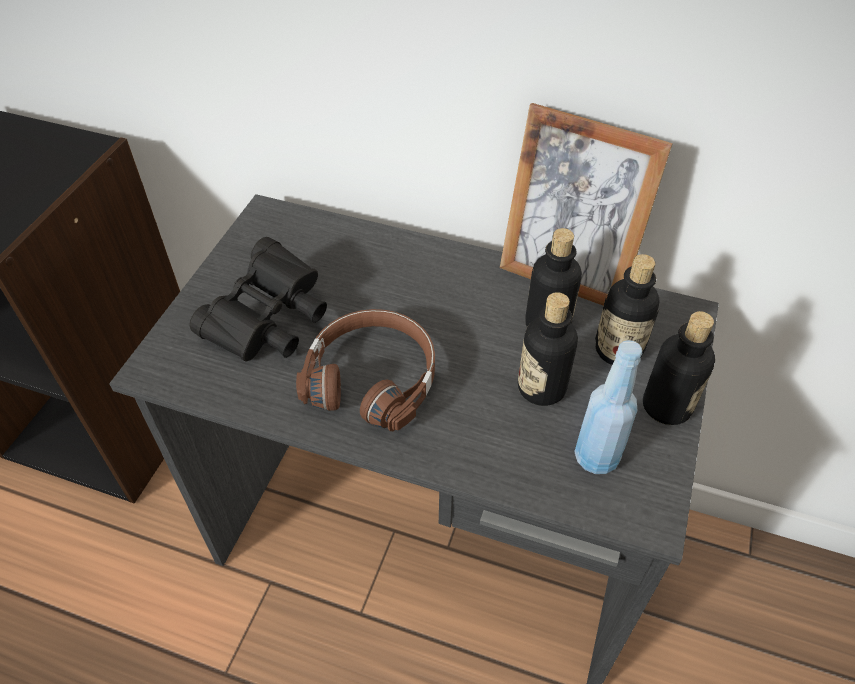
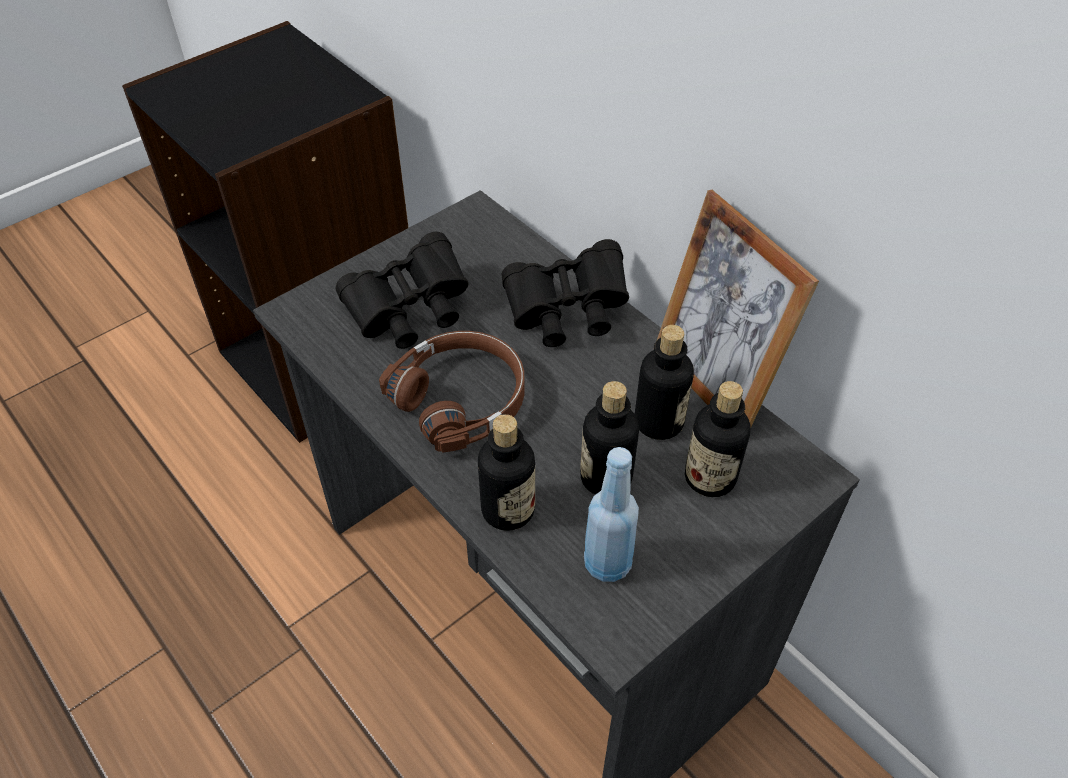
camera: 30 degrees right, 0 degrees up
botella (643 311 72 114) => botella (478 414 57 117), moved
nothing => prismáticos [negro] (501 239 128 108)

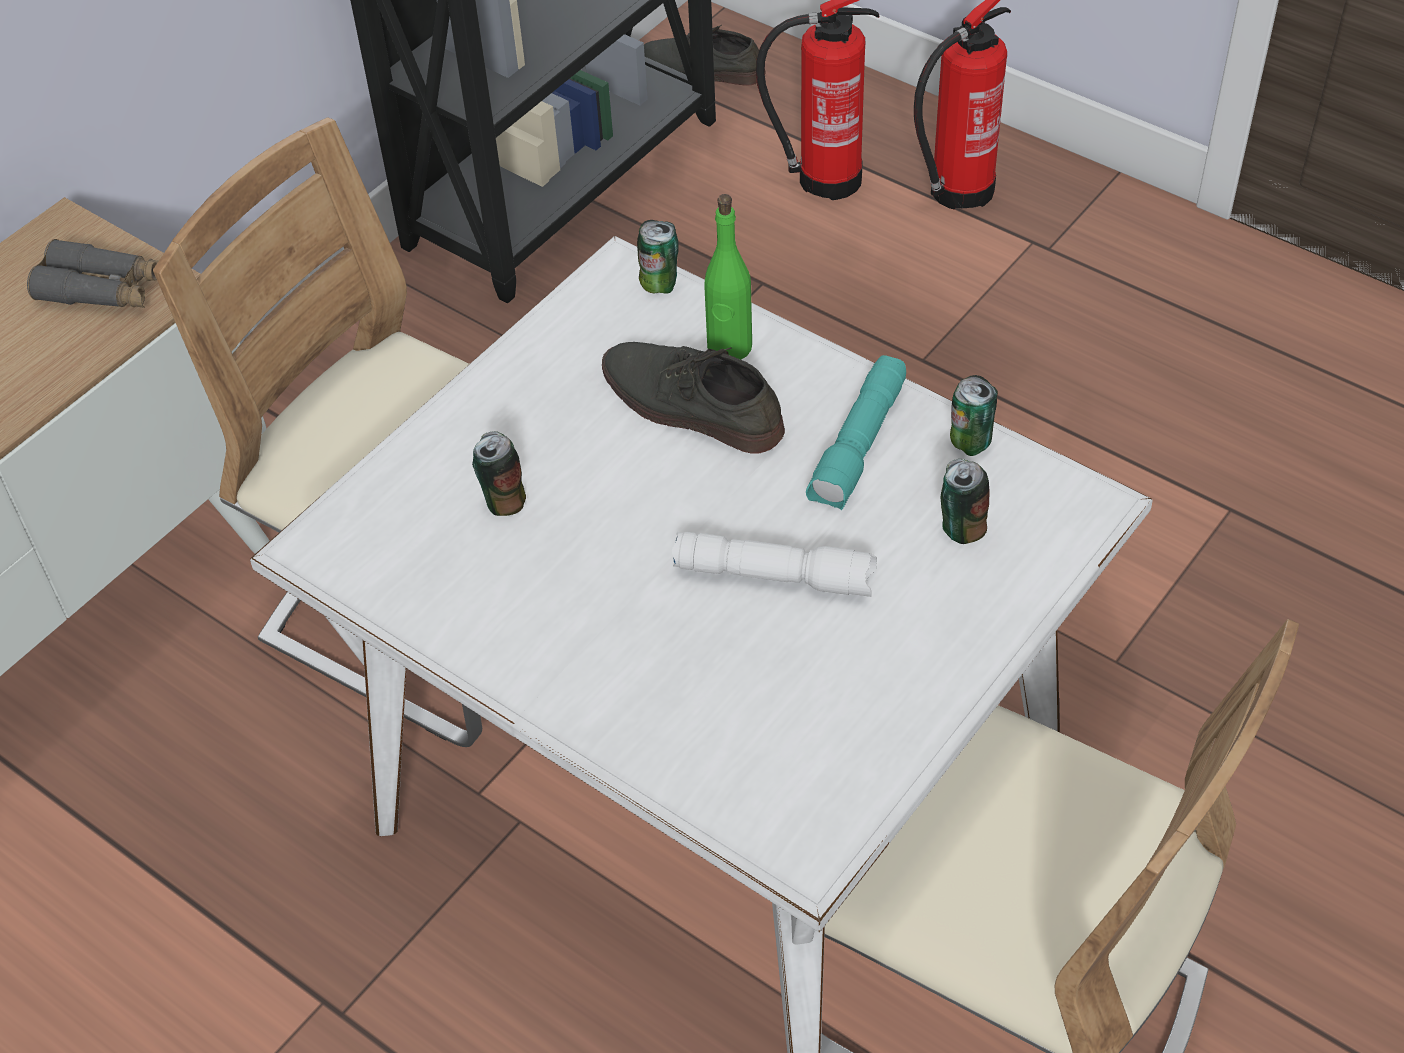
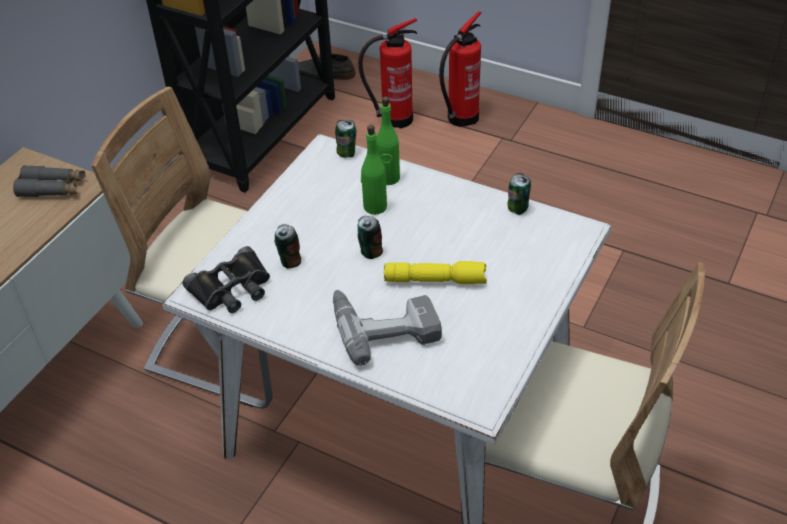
camera: 10 degrees left, 5 degrees down
nothing => prismáticos [negro] (183 246 87 67)
nothing => taladro (333 290 109 76)
lata (941 459 49 85) => lata (357 216 26 43), moved
zapato [gris] (602 342 183 112) => botella [verde] (361 125 26 90)
linterna [blanco] (672 532 205 65) => linterna [amarillo] (384 261 103 23)
linterna [turquesa] (806 355 100 155) => nothing

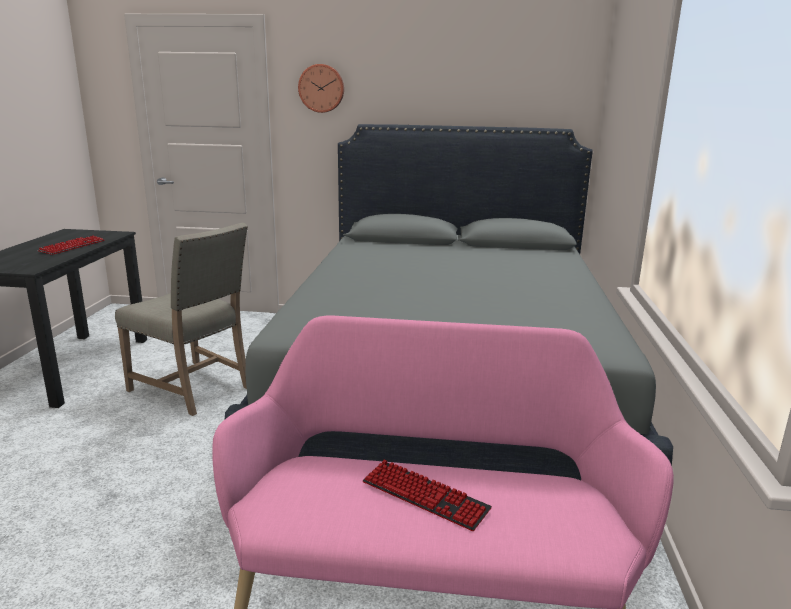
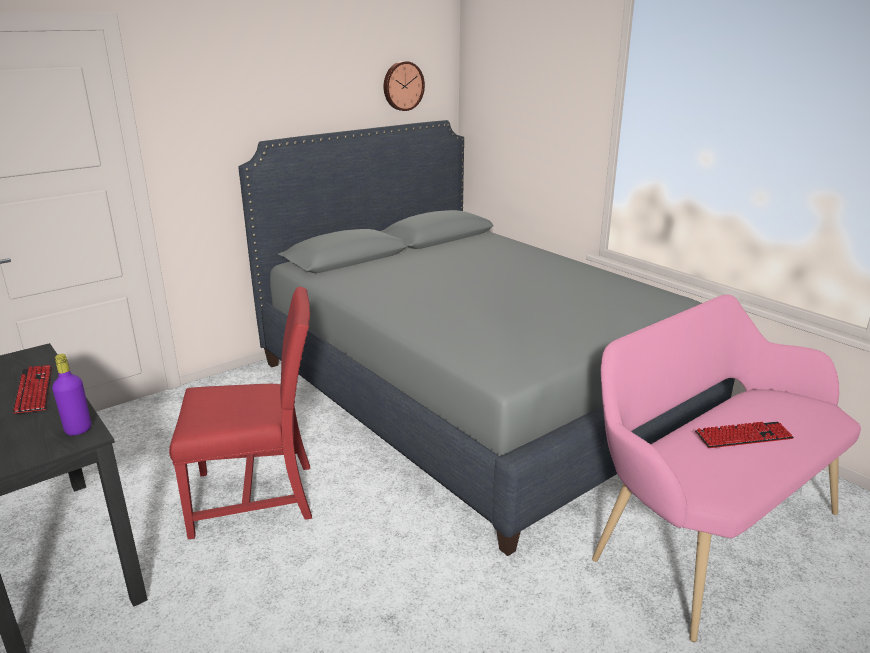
camera: 45 degrees left, 5 degrees up
nothing => botella [morado] (52 354 39 82)
silla [beis] (115 223 133 193) => silla [rojo] (169 287 143 252)
reloj de pared (298 64 46 49) => reloj de pared (384 61 41 50), moved

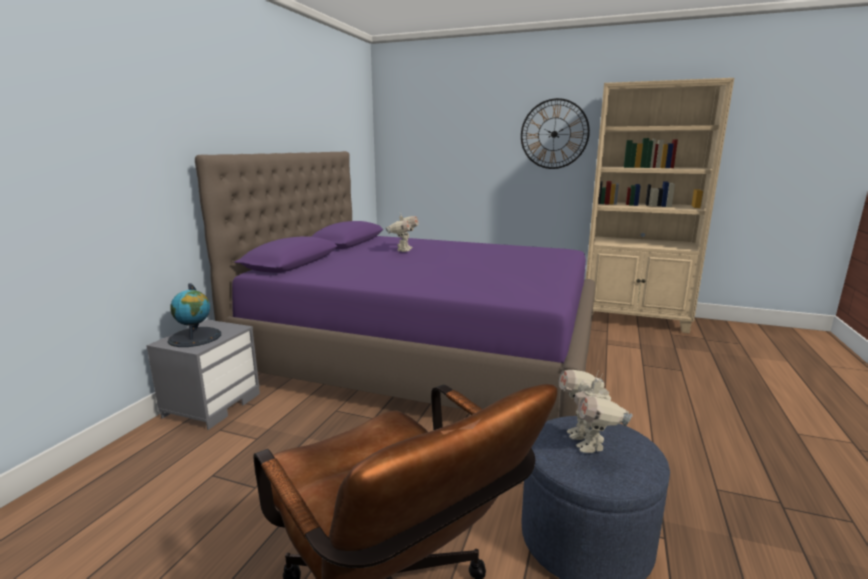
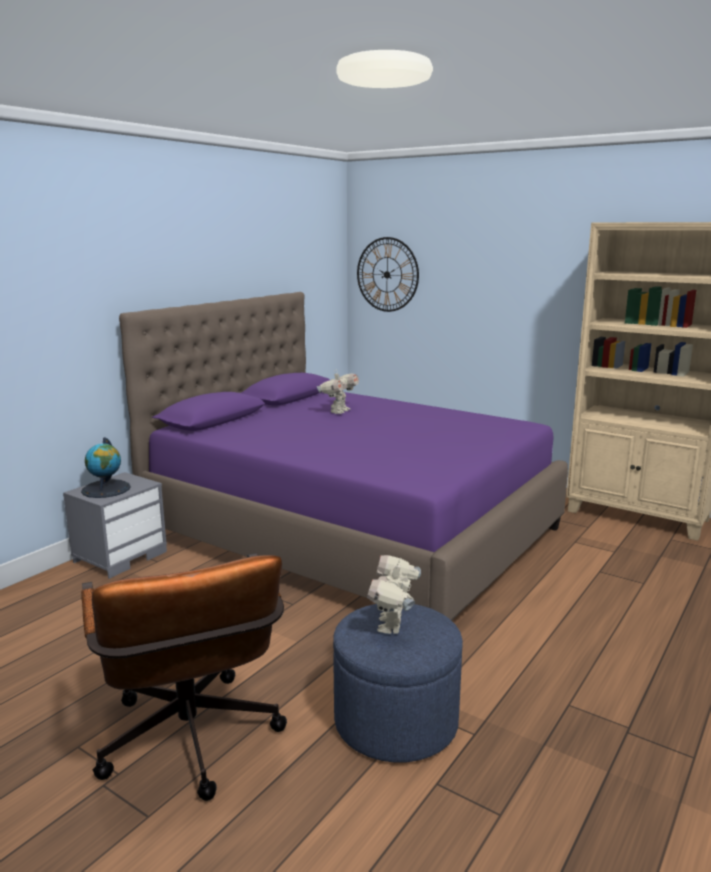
camera: 15 degrees right, 0 degrees up
reloj de pared (521 98 69 71) => reloj de pared (357 237 62 75), moved

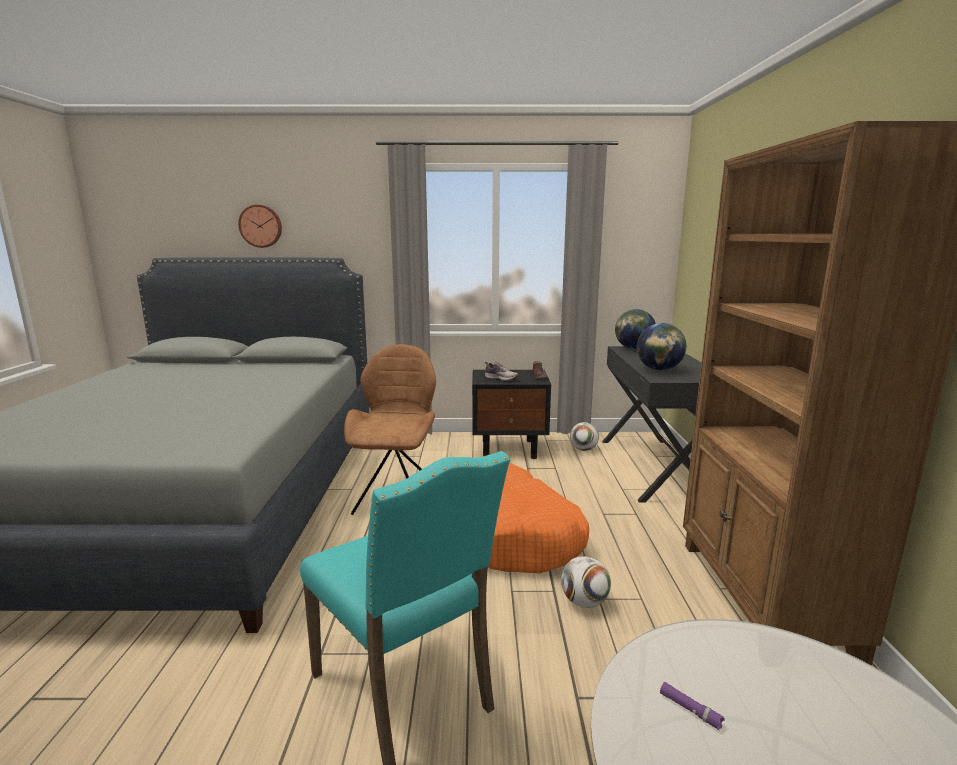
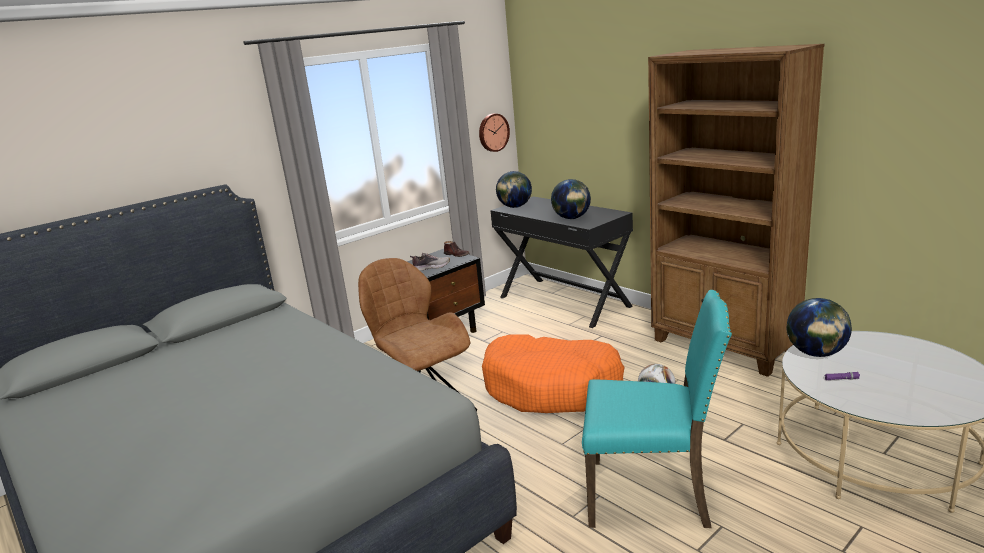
camera: 40 degrees left, 5 degrees up
reloj de pared (238 205 44 43) => reloj de pared (479 114 31 38), moved
nothing => globo terráqueo (786 298 66 59)
balón de fútbol (570 422 29 29) => nothing

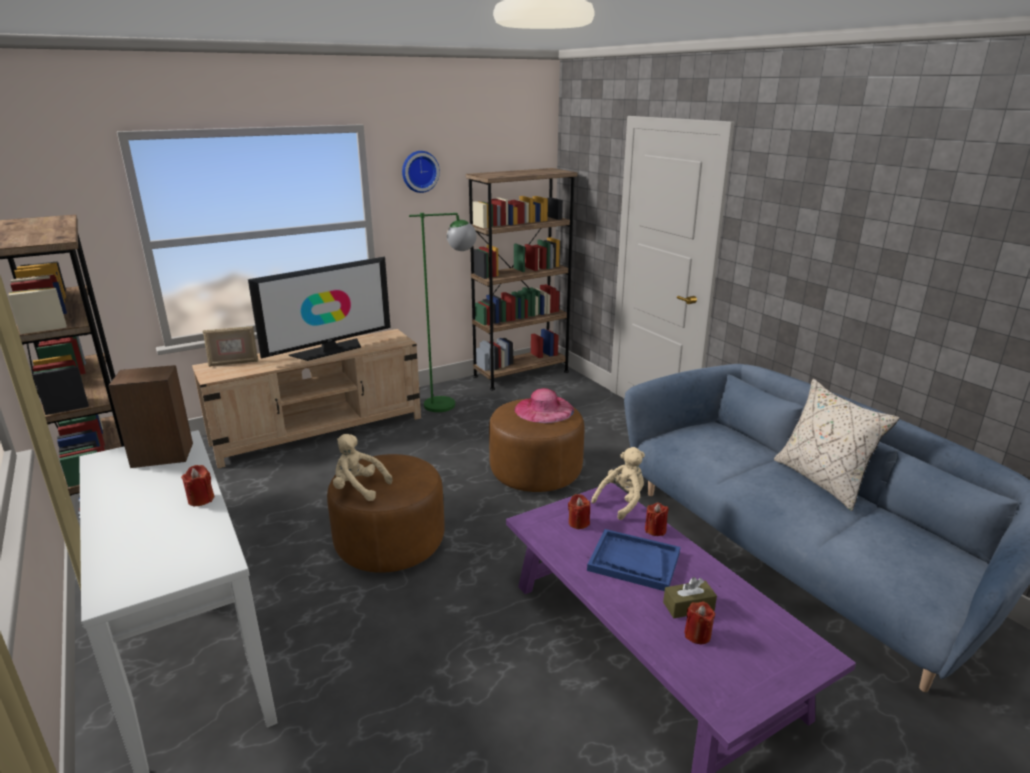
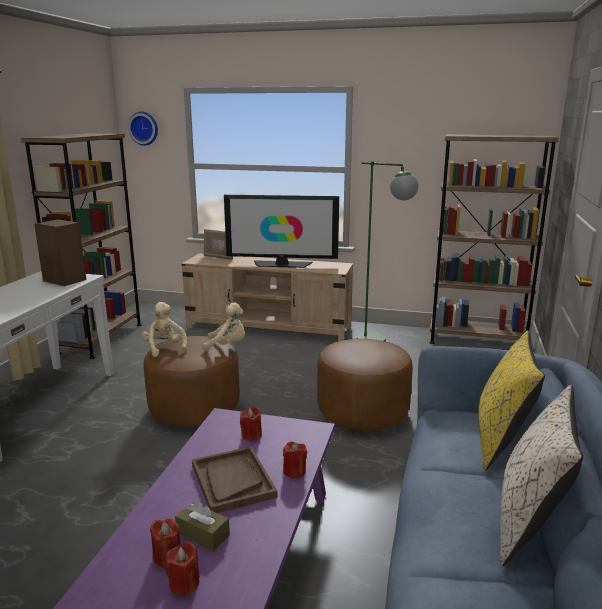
camera: 45 degrees right, 5 degrees down
reloj de pared (402 151 38 42) => reloj de pared (128 112 30 34), moved
vela [rojo] (181 465 33 41) => vela [rojo] (165 542 35 53), moved
bandeja [azul] (587 529 93 62) => bandeja [marrón] (192 446 85 67)
peluche [beis] (591 447 54 73) => peluche [beis] (203 303 42 48), moved
nothing => cojín [amarillo] (478 330 67 141)
sombrero [rosa] (514 388 60 35) => nothing

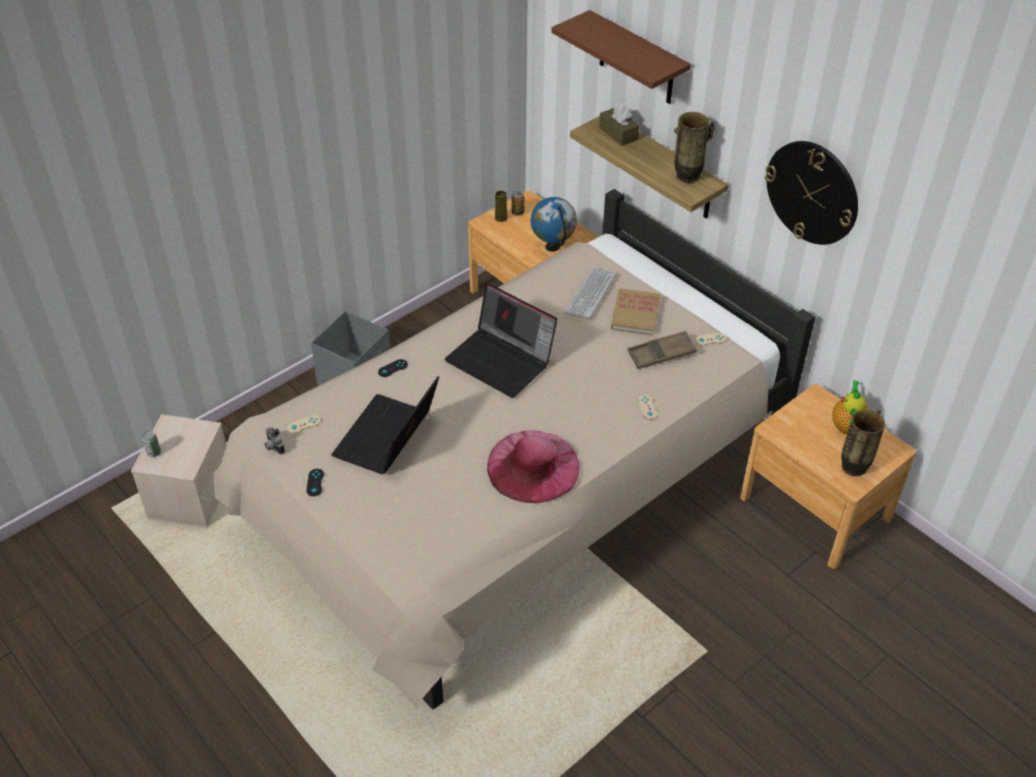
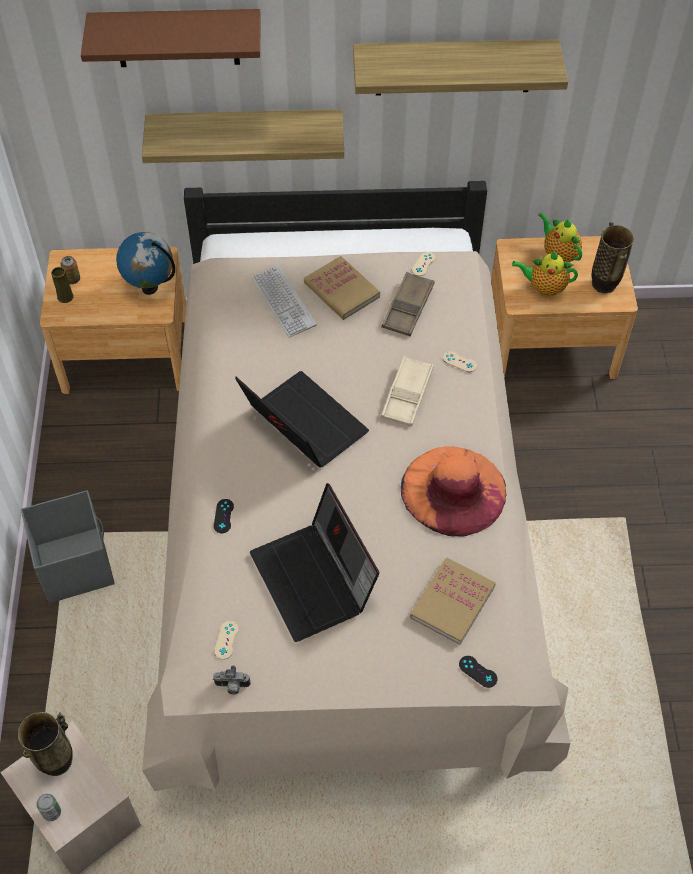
camera: 50 degrees left, 10 degrees up
florero (674 112 41 71) => florero (18 712 55 64), moved
portátil (445 283 112 115) => portátil (235 371 134 97), 120 degrees counterclockwise
reloj de pared (765 141 93 104) => estante (353 39 215 56)
nothing => bandeja [beis] (381 356 53 70)
sombrero [rosa] (487 431 93 72) => sombrero [naranja] (401 446 106 91)
nothing => libro (410 558 86 87)
mando de consola [negro] (306 469 18 27) => mando de consola [negro] (459 656 38 32), moved
nothing => tetera (512 252 66 45)
caja de pañuelos [marrón] (599 103 41 43) => nothing

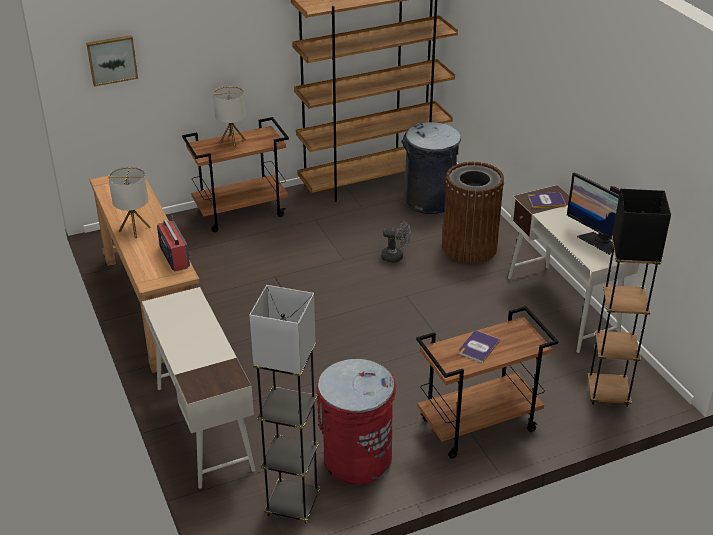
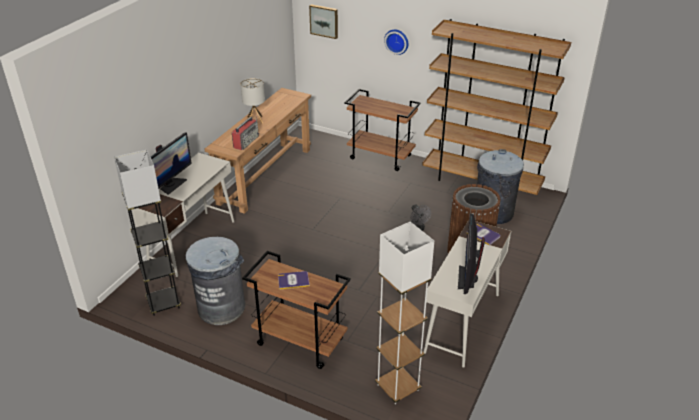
camera: 50 degrees right, 0 degrees up
nothing => monitor (151 132 41 63)
papelera [rojo] (317 359 79 125) => papelera [gris] (186 237 59 88)
lámpara de pie [negro] (588 189 83 218) => lámpara de pie [blanco] (375 222 59 182)
nothing => reloj de pared (384 30 24 25)
lámpara de mesa (213 86 33 63) => nothing

